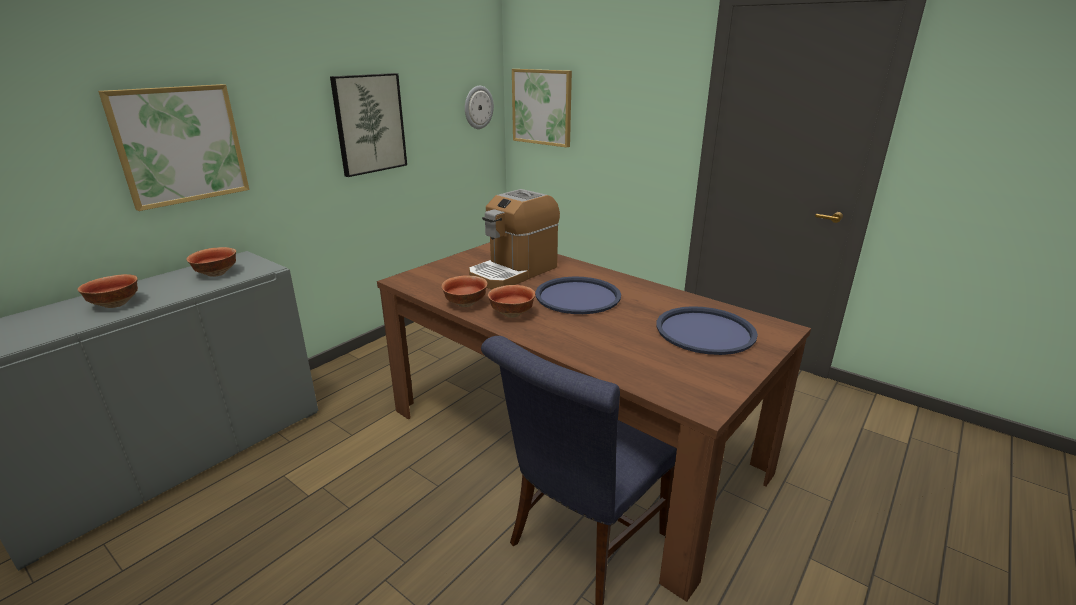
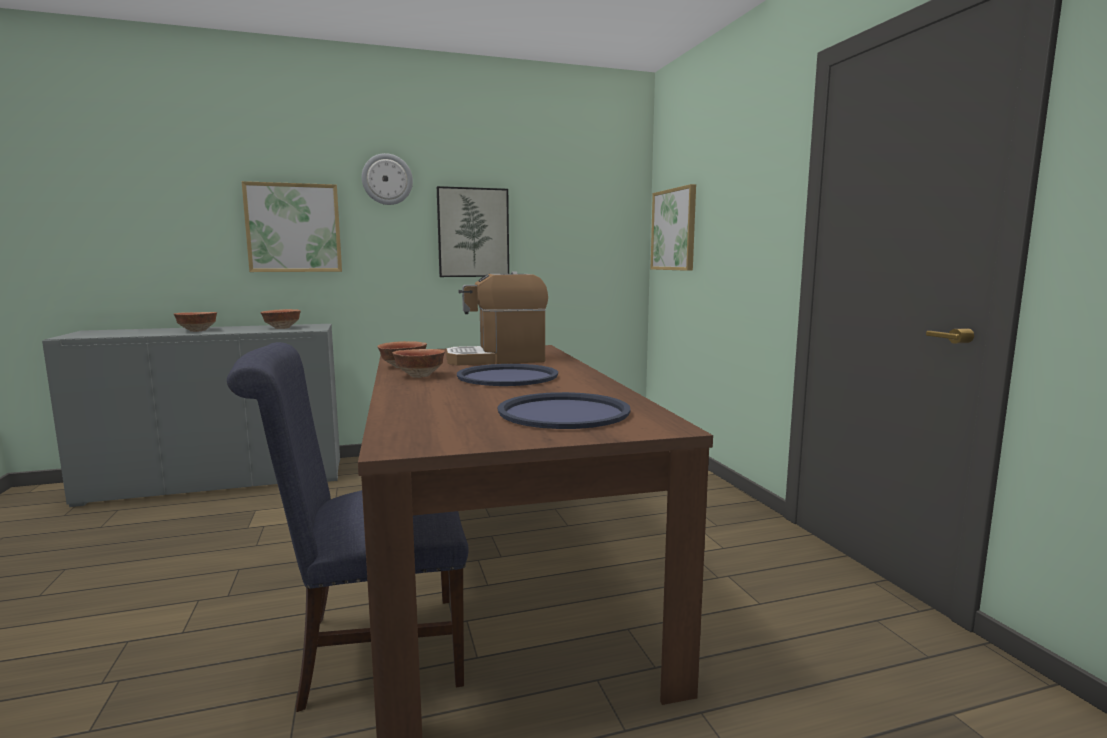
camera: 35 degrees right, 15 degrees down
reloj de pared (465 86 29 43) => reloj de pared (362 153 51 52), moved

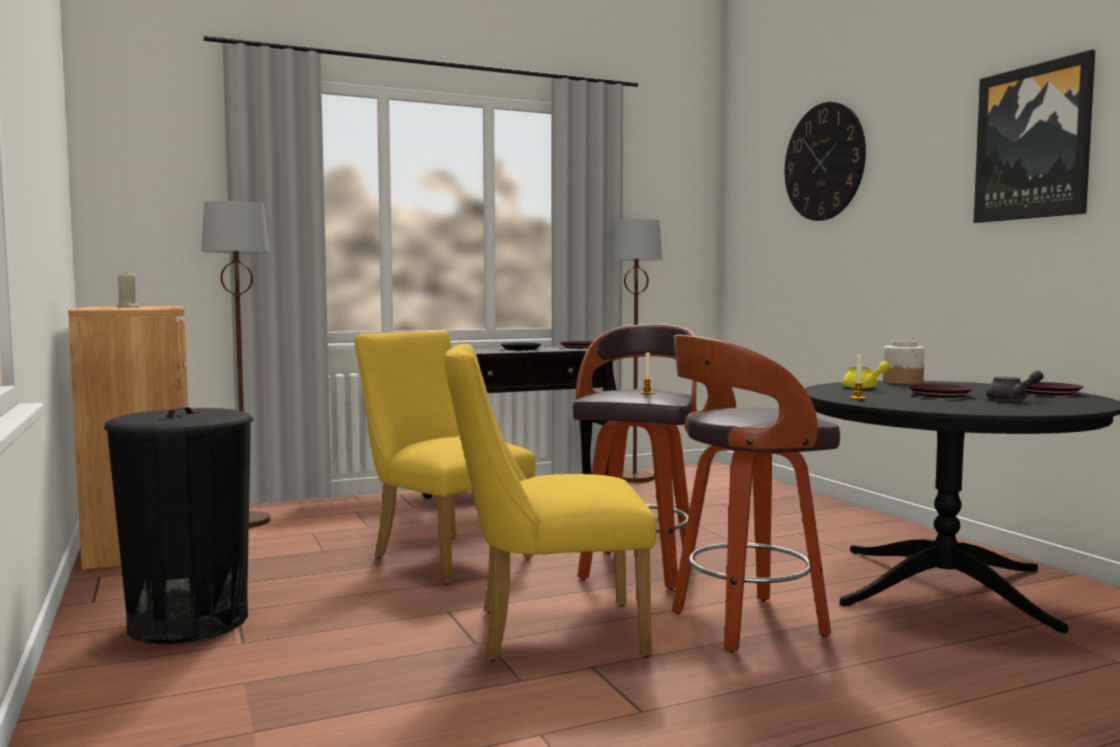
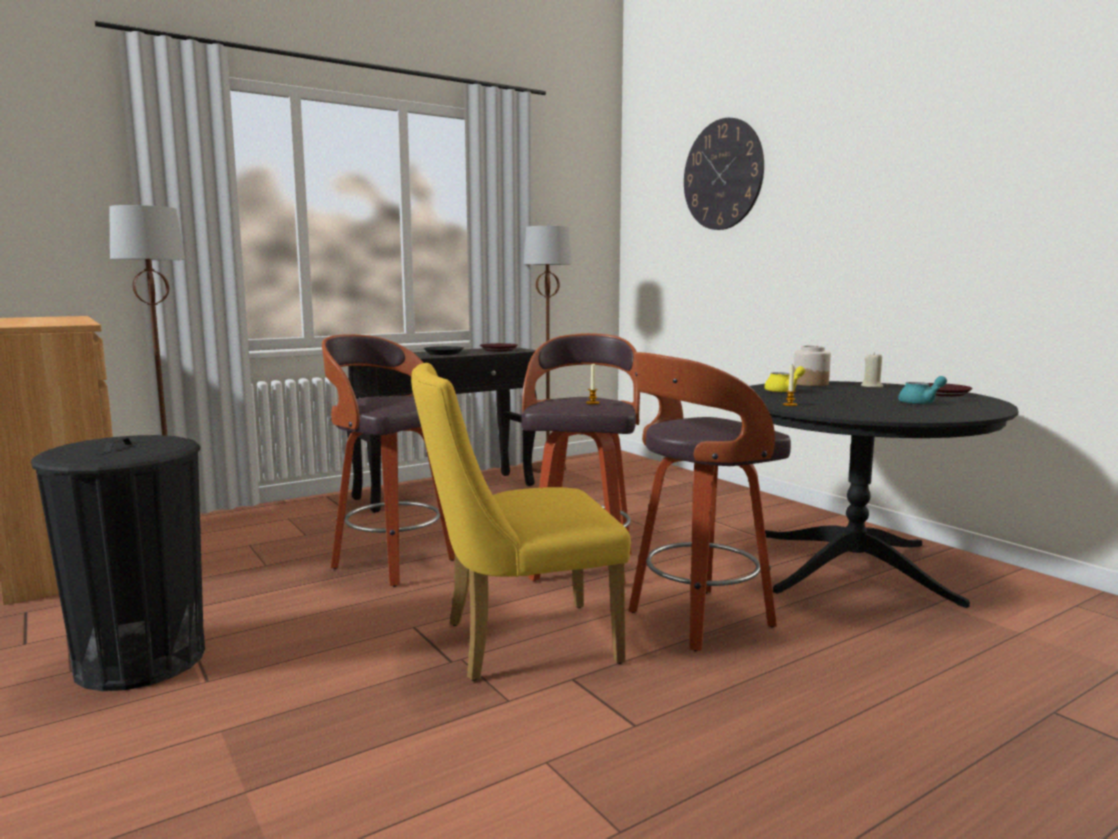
camera: 10 degrees left, 5 degrees up
silla [amarillo] (354 331 182 254) => taburete (322 334 133 253)
vela [beis] (117 272 23 36) => vela [beis] (861 352 23 36), moved
tetera [gris] (986 370 57 31) => tetera [turquesa] (898 376 49 29)
plato [marrón] (908 384 66 14) => nothing
cuadro (974 50 121 173) => nothing

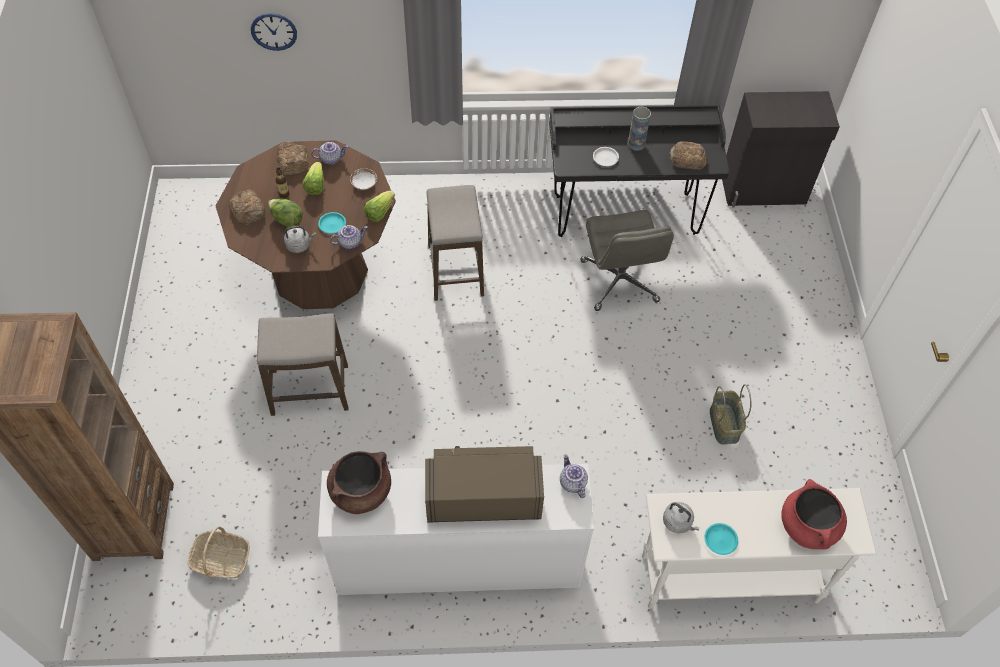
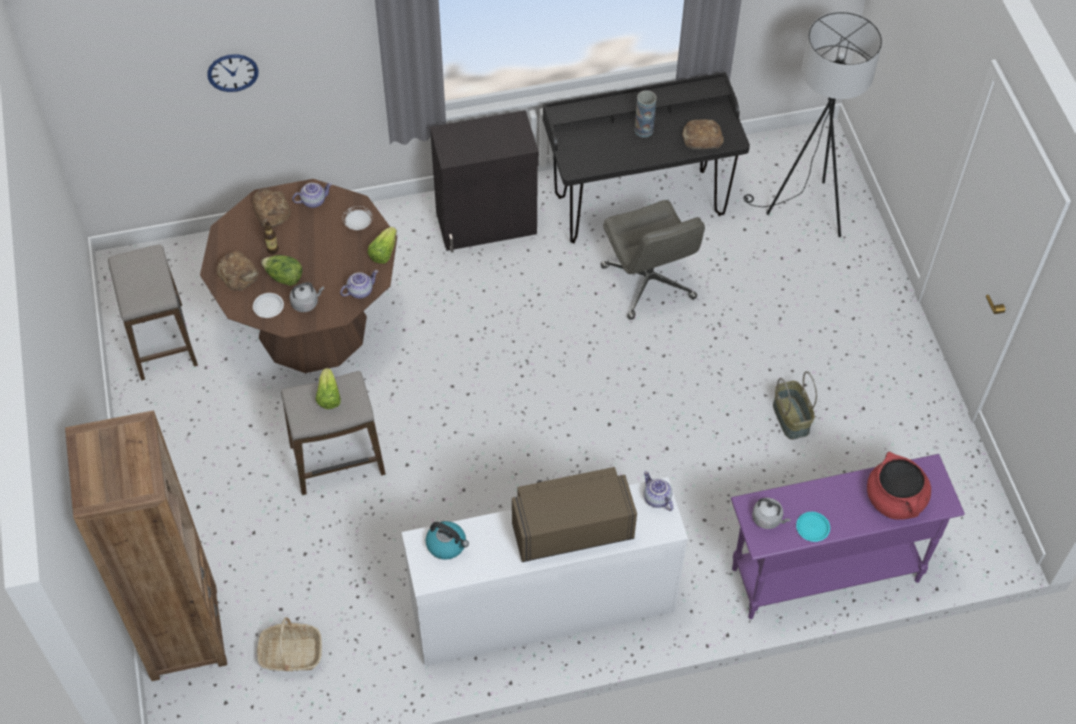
camera: 10 degrees left, 0 degrees up
taburete (427 185 57 116) => taburete (108 245 90 135), moved
plato [blanco] (593 147 26 19) => plato [blanco] (253 293 31 25), moved
lechuga (302 162 22 33) => lechuga (315 368 26 41), moved
olla [marrón] (327 451 64 63) => hervidor (426 521 43 39)
armario [negro] (722 91 118 117) => armario [negro] (430 110 109 143), moved
mesa consola [blanco] (642 488 234 121) => mesa consola [morado] (731 454 234 165)
nothing => lámpara de pie [negro] (743 12 139 225)
plato [turquesa] (318 212 28 22) => nothing

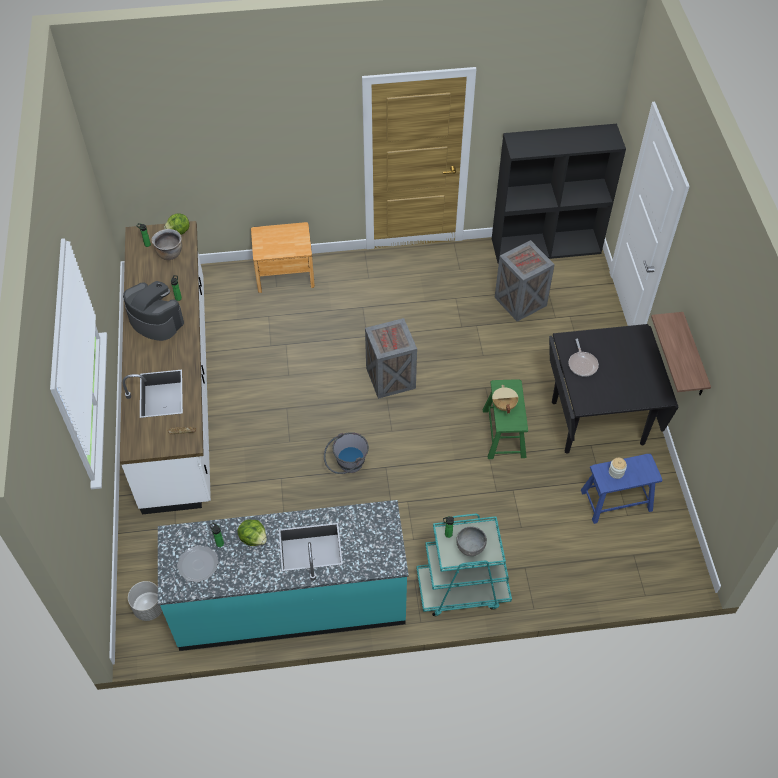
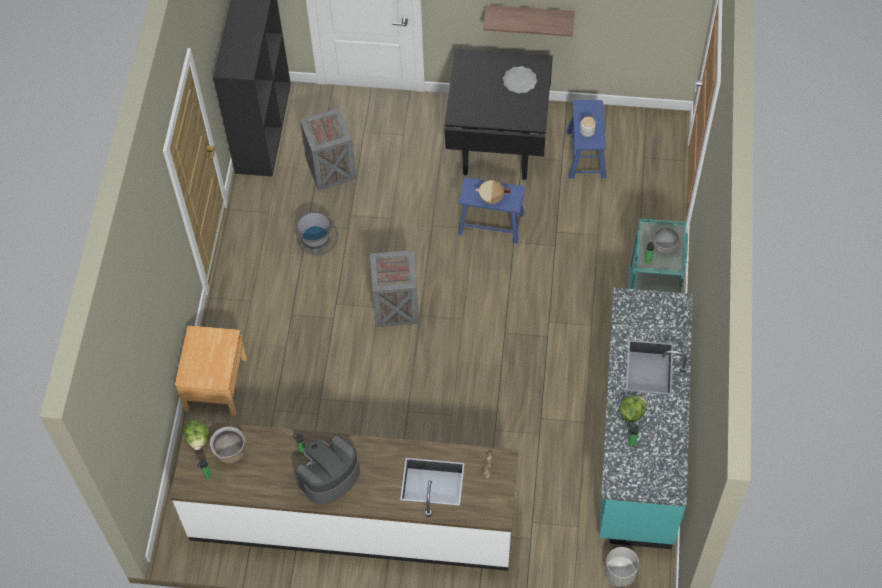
camera: 75 degrees left, 5 degrees up
cubo [gris] (324 432 45 42) => cubo [gris] (296 211 42 44), moved
taburete [verde] (483 379 45 80) => taburete [azul] (458 178 67 66)
plato (177 545 42 38) => plato (503 66 34 28), moved
sartén (569 339 30 38) => nothing

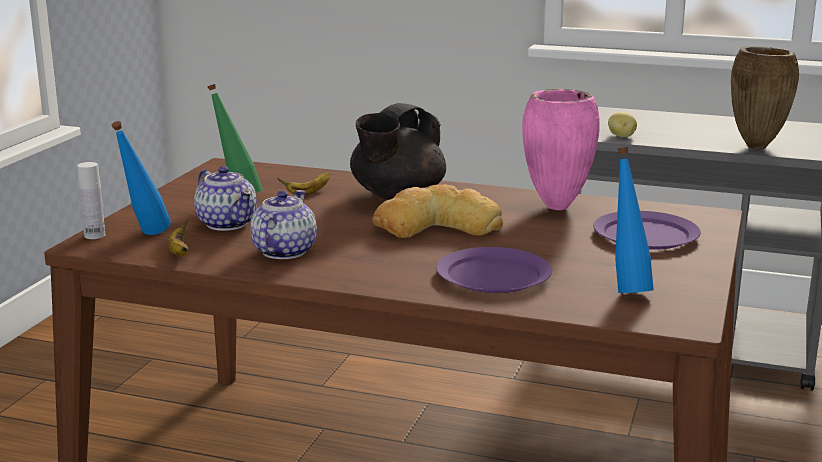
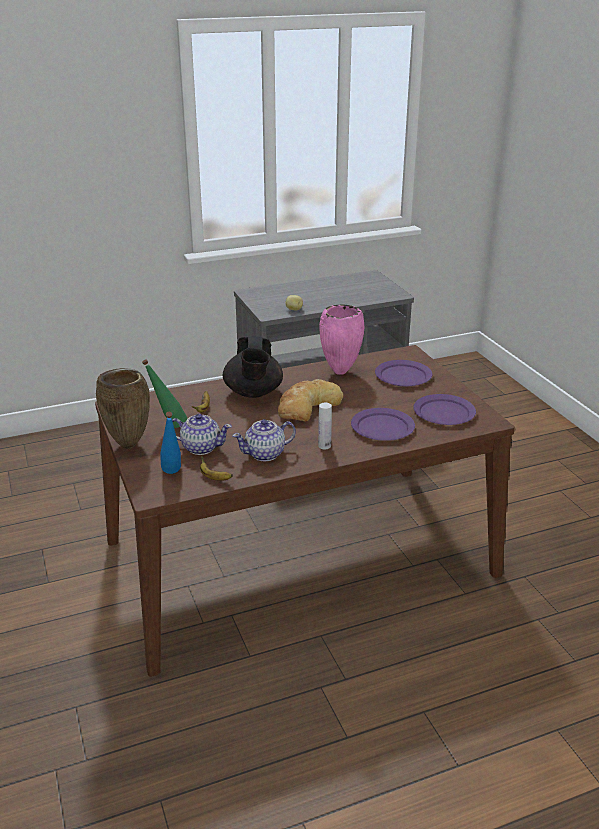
camera: 40 degrees left, 10 degrees up
florero [marrón] (731 46 68 103) => florero [marrón] (96 368 54 81), moved
tetera (250 190 67 69) => tetera (232 419 64 42), 90 degrees counterclockwise
botella [blanco] (77 162 28 77) => botella [blanco] (318 403 14 46), moved
botella [azul] (615 147 39 146) => plato [morado] (413 394 63 31)

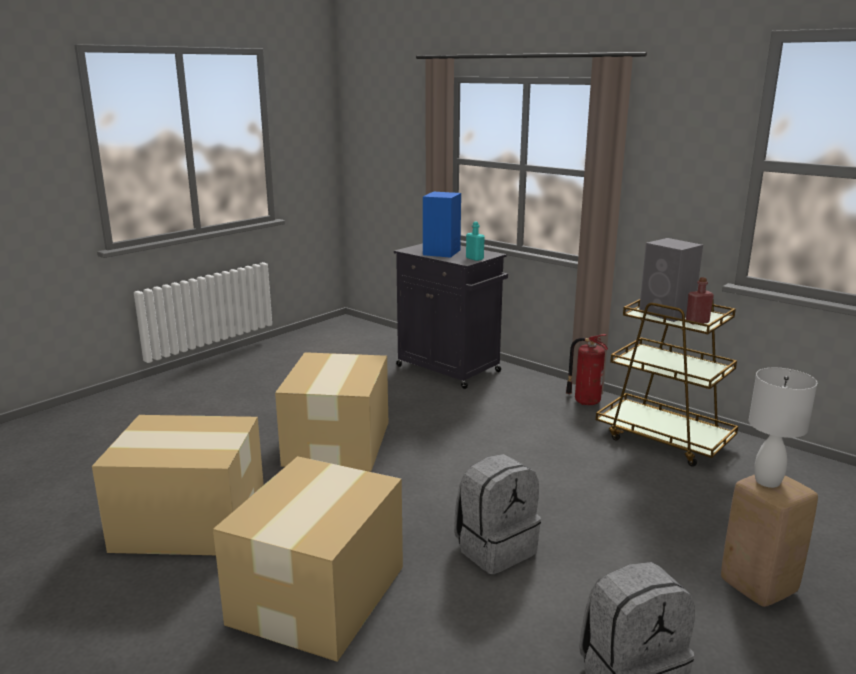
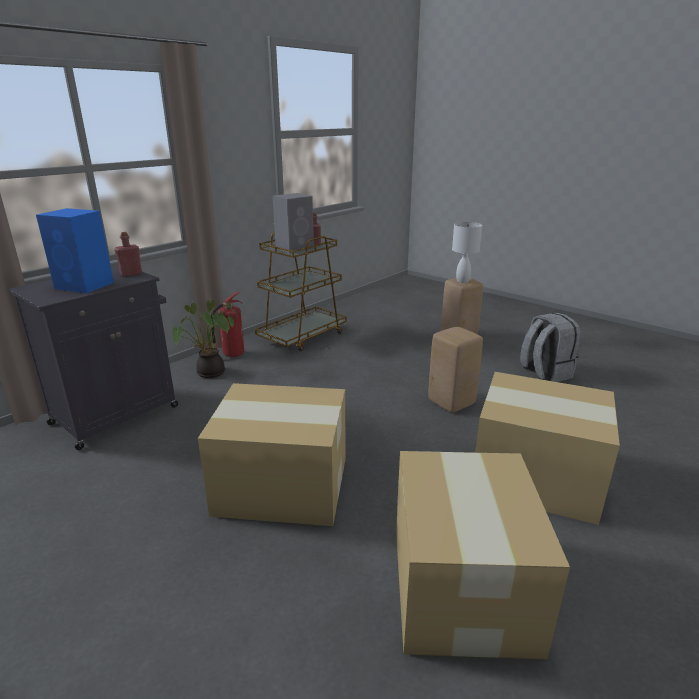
camera: 90 degrees left, 5 degrees up
botella [turquesa] (466 222 19 39) => botella [rojo] (114 232 28 45)
nothing => planta en maceta (172 300 66 78)
mochila [gris] (454 454 87 120) => taburete [beis] (428 327 55 85)

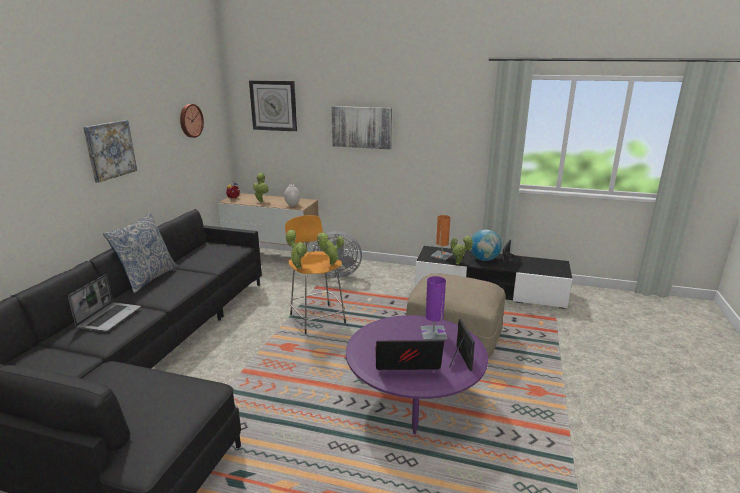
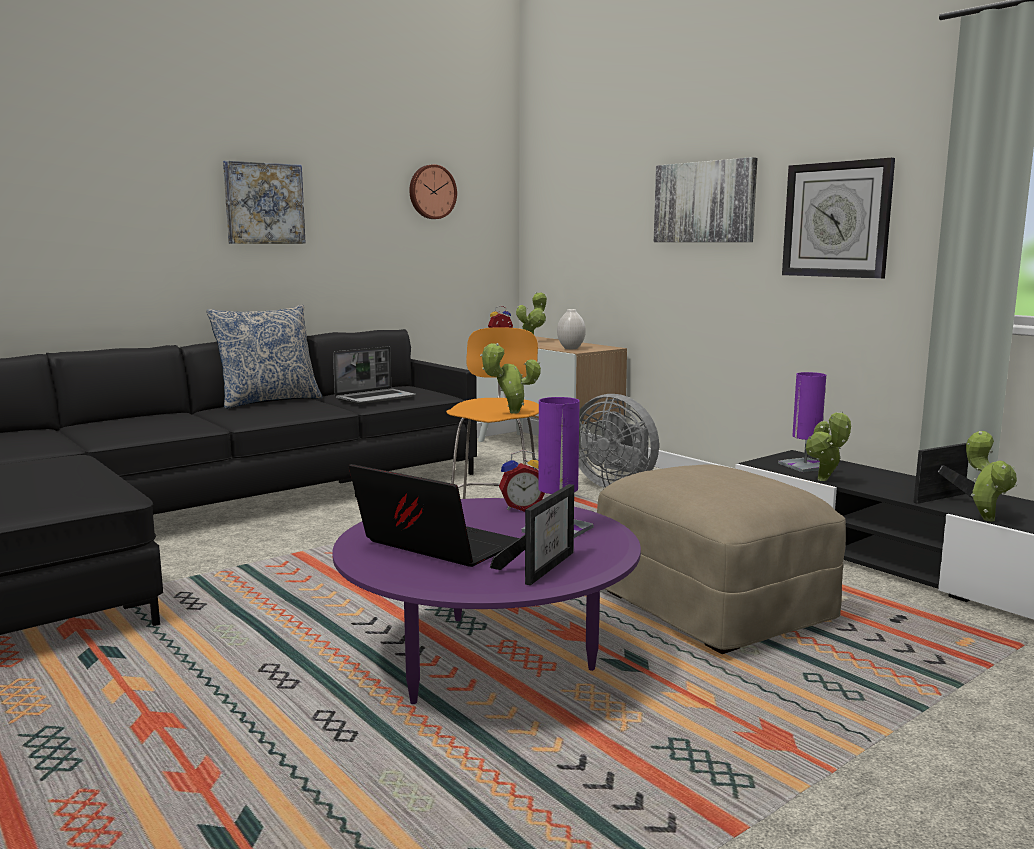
camera: 35 degrees right, 10 degrees down
portátil (68 274 73 58) => portátil (333 346 83 58), moved
nothing => despertador (499 450 46 62)
lámpara de mesa [naranja] (431 215 22 45) => lámpara de mesa [morado] (778 372 48 100)
reloj de pared (249 80 48 52) => reloj de pared (782 158 113 121), moved
planta en maceta (286 230 21 39) => planta en maceta (966 431 51 91), moved
globo terráqueo (470 229 32 32) => nothing

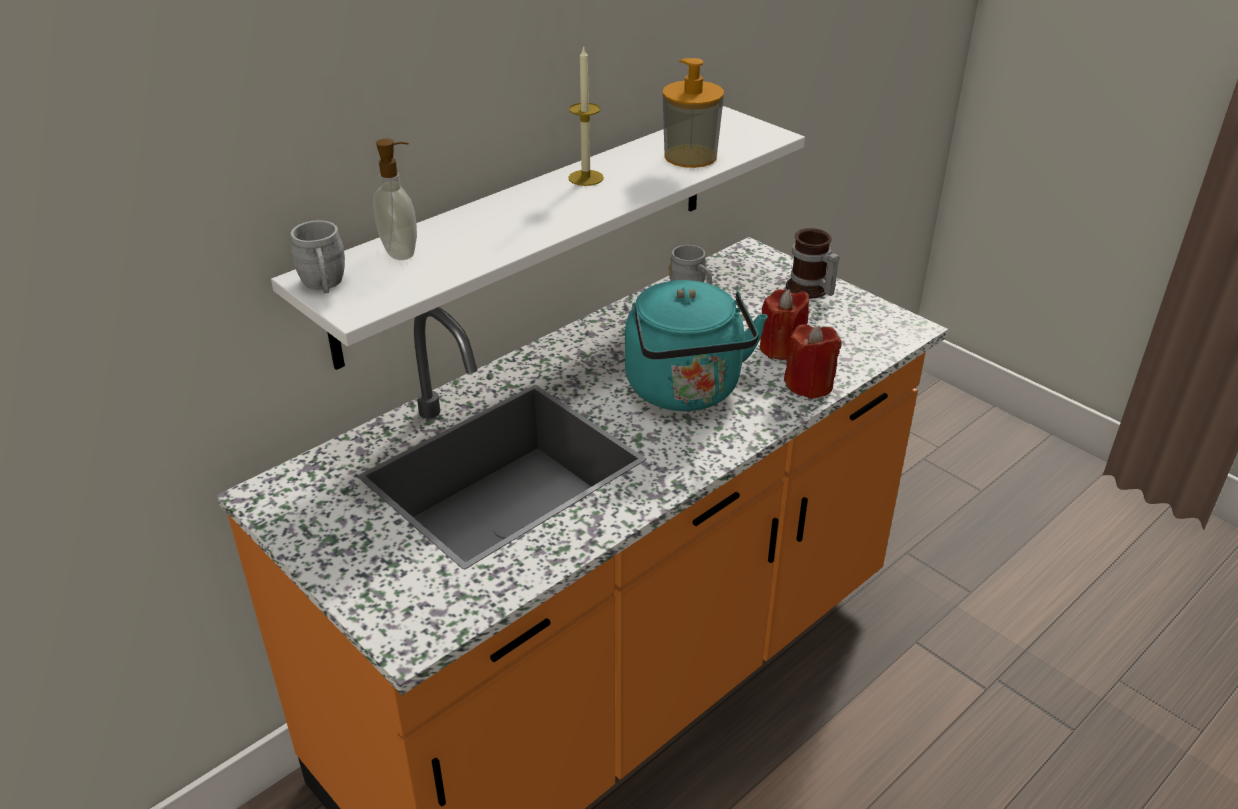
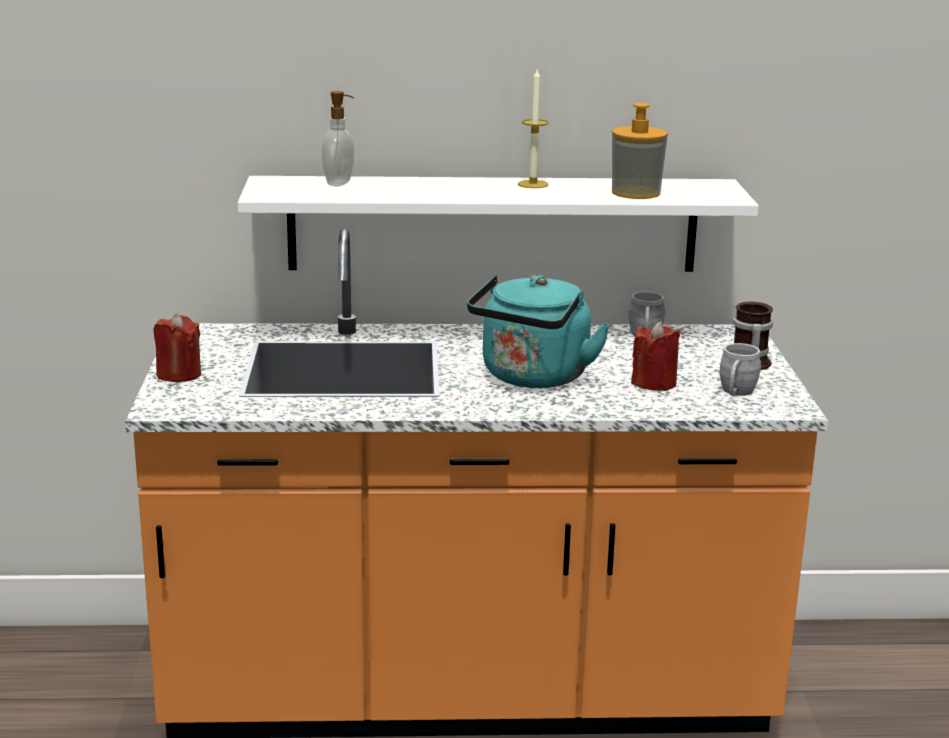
camera: 40 degrees right, 15 degrees down
vela [rojo] (784 324 58 75) => vela [rojo] (153 313 48 69), moved
taza grande [gris] (290 220 55 73) => taza grande [gris] (720 343 41 53), moved

